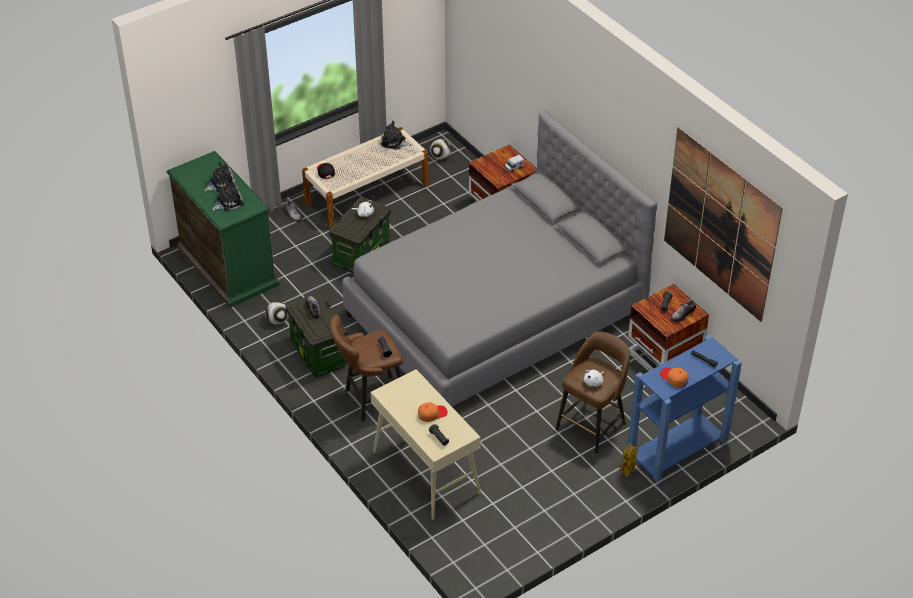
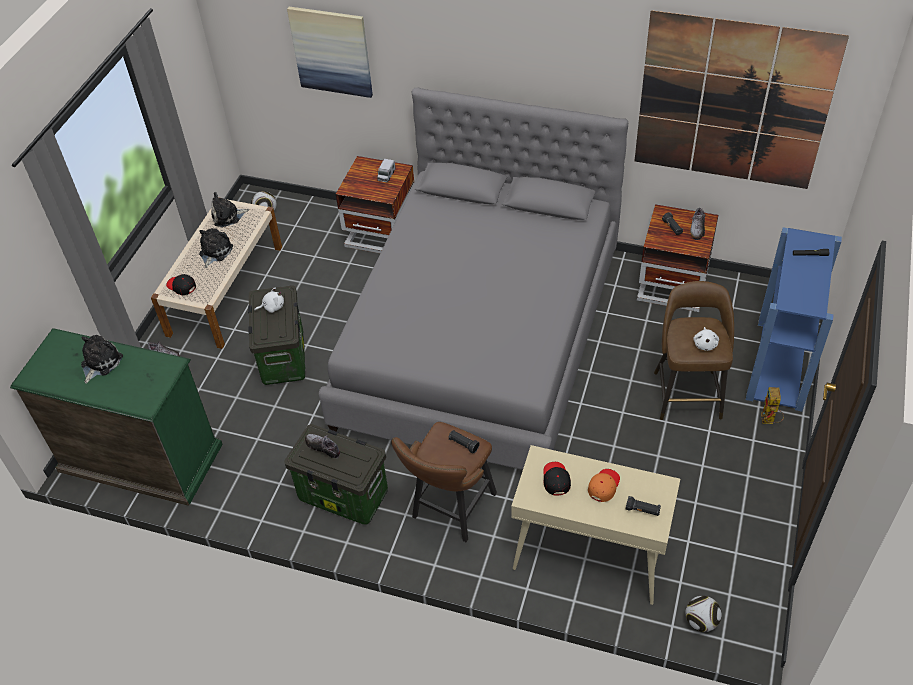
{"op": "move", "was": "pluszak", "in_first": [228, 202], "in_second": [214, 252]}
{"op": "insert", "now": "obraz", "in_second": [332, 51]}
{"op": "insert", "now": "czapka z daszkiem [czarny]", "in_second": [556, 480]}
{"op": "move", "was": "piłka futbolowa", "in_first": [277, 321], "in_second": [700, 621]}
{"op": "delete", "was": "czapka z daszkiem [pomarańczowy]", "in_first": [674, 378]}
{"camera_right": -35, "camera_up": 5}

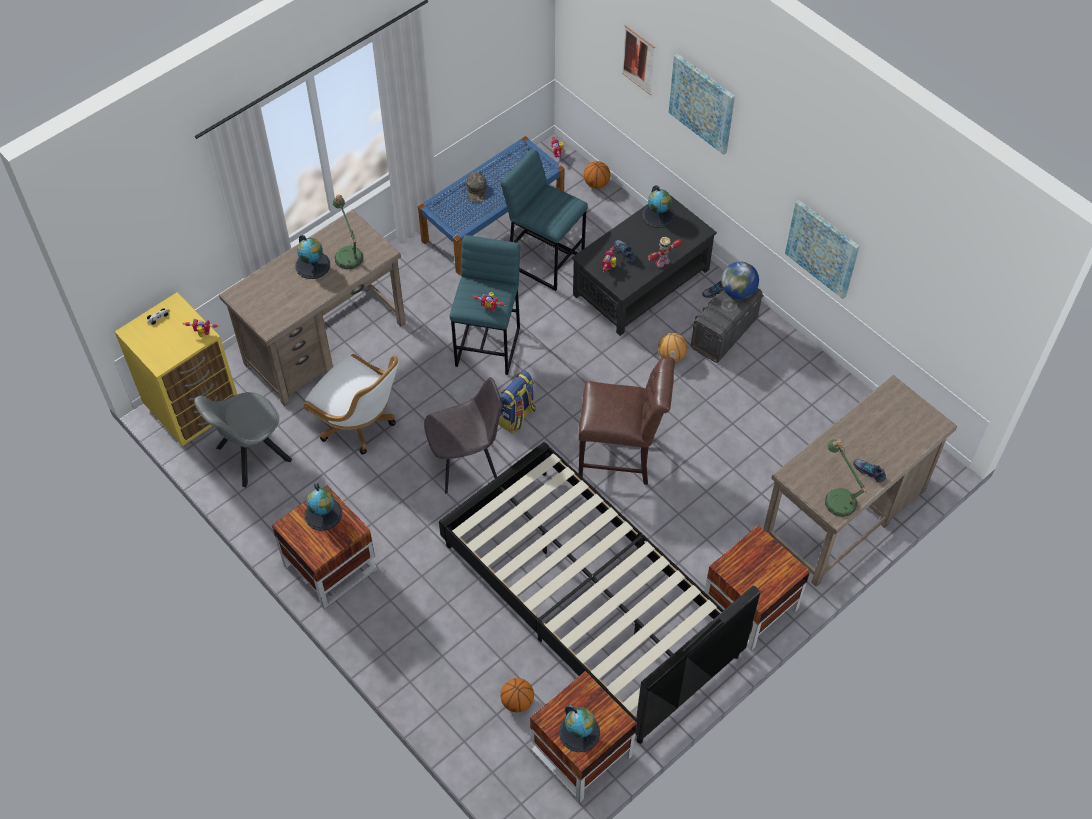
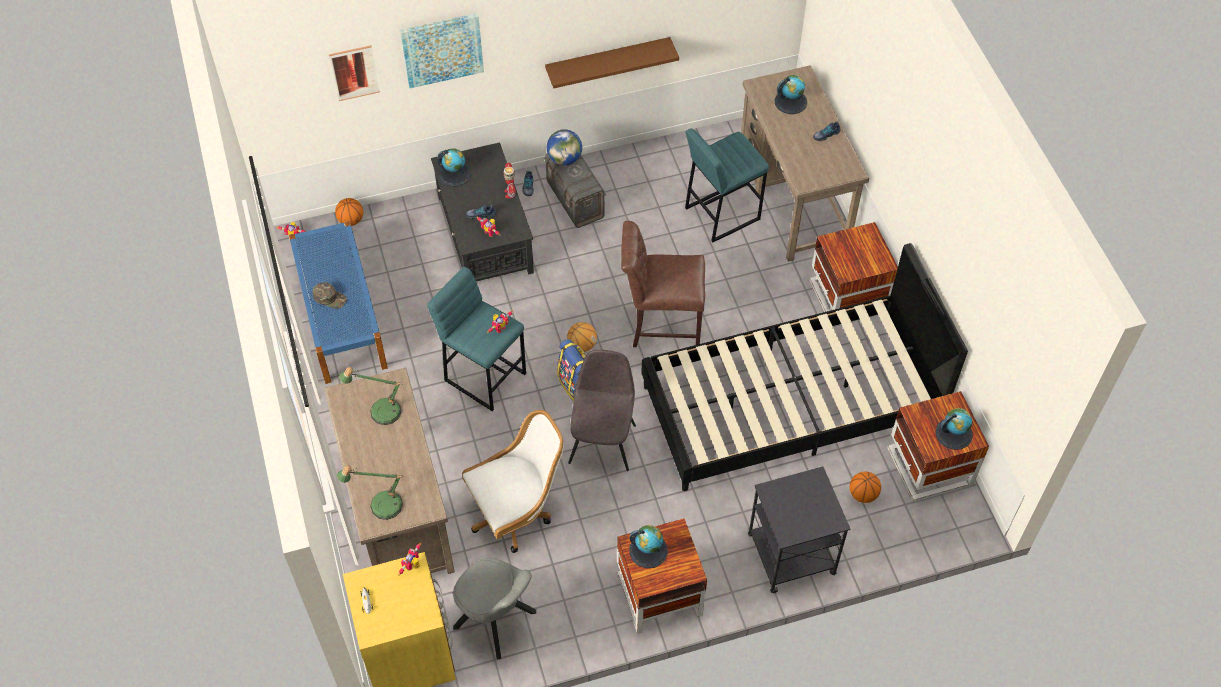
{"op": "move", "was": "lampa stołowa", "in_first": [838, 497], "in_second": [380, 504]}
{"op": "rotate", "was": "krzesło [szary]", "in_first": [251, 455], "in_second": [496, 621], "clockwise": -45}
{"op": "replace", "was": "obraz", "now": "półka [brązowy]", "in_first": [822, 248], "in_second": [608, 60]}
{"op": "move", "was": "piłka do koszykówki", "in_first": [671, 355], "in_second": [582, 345]}
{"op": "rotate", "was": "krzesło [brązowy]", "in_first": [621, 457], "in_second": [661, 324], "clockwise": -120}
{"op": "move", "was": "stołek [turkusowy]", "in_first": [544, 260], "in_second": [720, 214]}
{"op": "insert", "now": "wózek [czarny]", "in_second": [790, 554]}
{"op": "move", "was": "globus", "in_first": [313, 265], "in_second": [790, 101]}
{"camera_right": -65, "camera_up": 0}

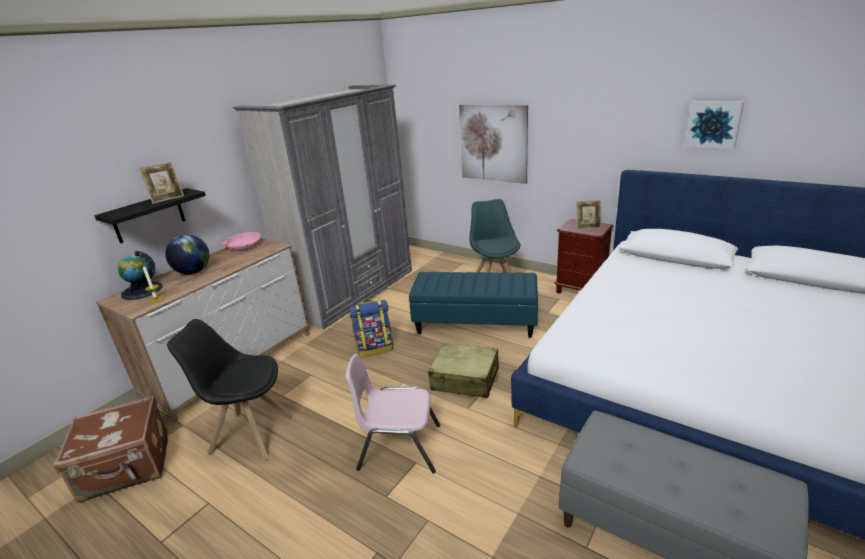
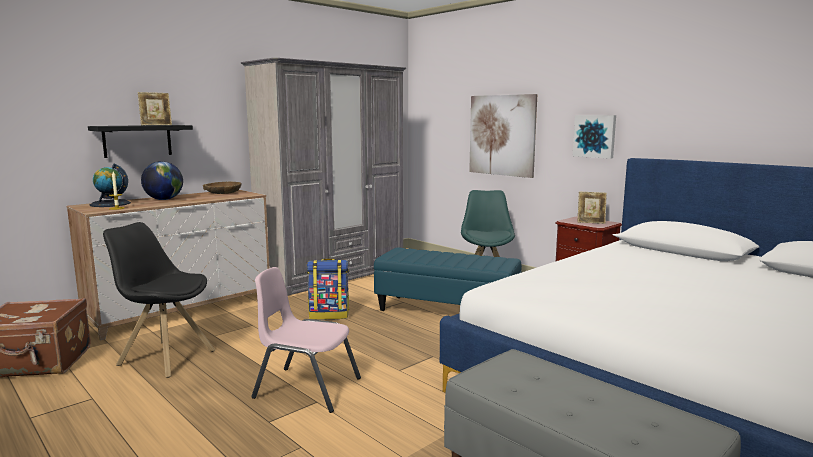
{"op": "recolor", "was": "miska [różowy]", "now": "miska [brązowy]", "in_first": [244, 247], "in_second": [223, 192]}
{"op": "move", "was": "obraz", "in_first": [713, 124], "in_second": [595, 136]}
{"op": "delete", "was": "walizka [beżowy]", "in_first": [465, 379]}
{"camera_right": 10, "camera_up": -15}

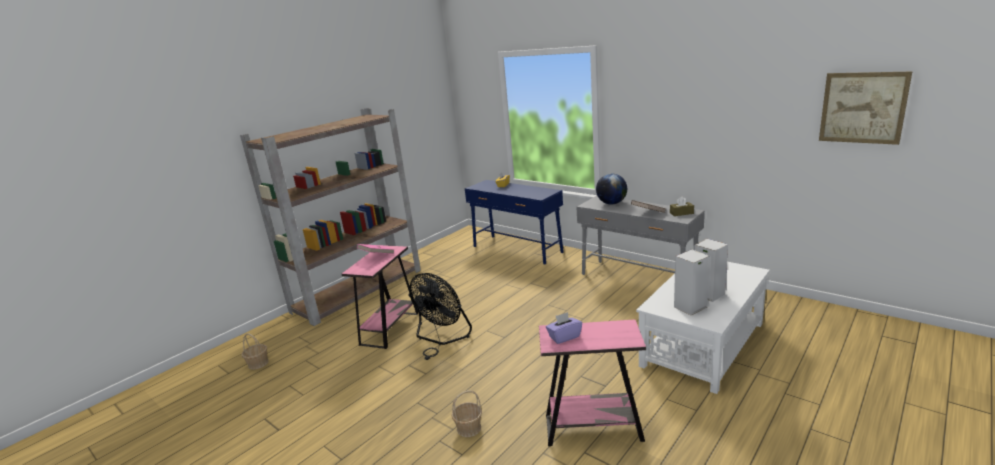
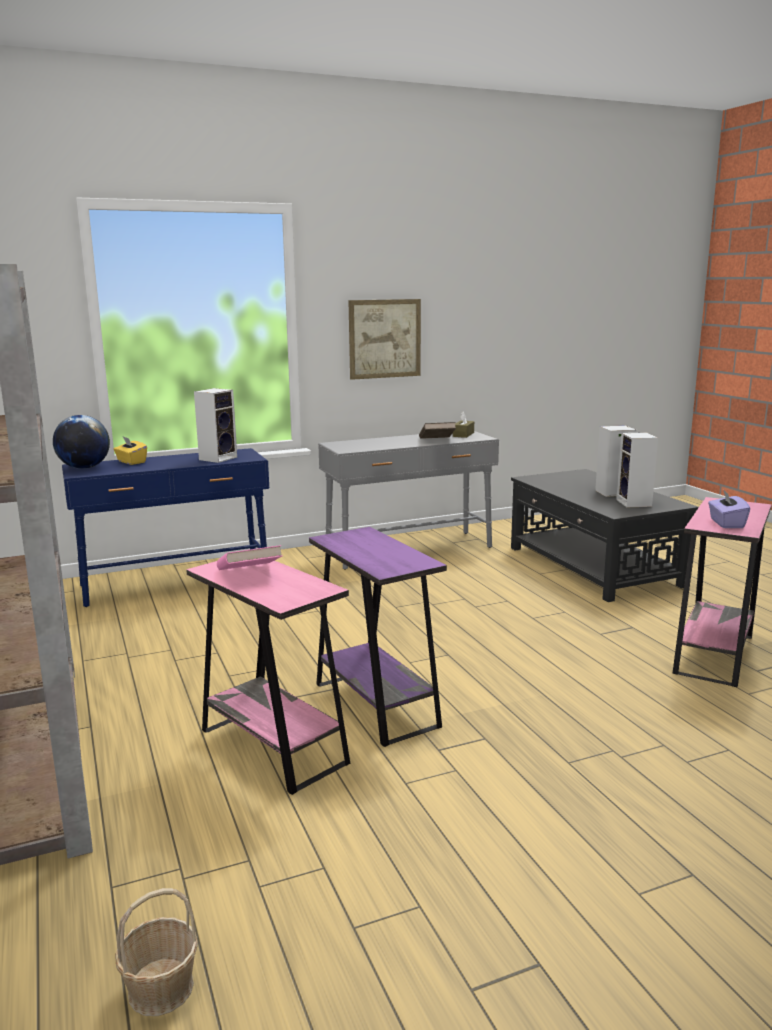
{"op": "move", "was": "globus", "in_first": [611, 203], "in_second": [84, 468]}
{"op": "insert", "now": "głośnik", "in_second": [218, 458]}
{"op": "replace", "was": "wentylator [czarny]", "now": "stolik [fioletowy]", "in_first": [437, 337], "in_second": [376, 705]}
{"op": "move", "was": "obraz", "in_first": [862, 108], "in_second": [384, 338]}
{"op": "recolor", "was": "ława [biały]", "now": "ława [czarny]", "in_first": [702, 344], "in_second": [593, 566]}
{"op": "delete", "was": "koszyk", "in_first": [468, 428]}
{"camera_right": -65, "camera_up": -5}

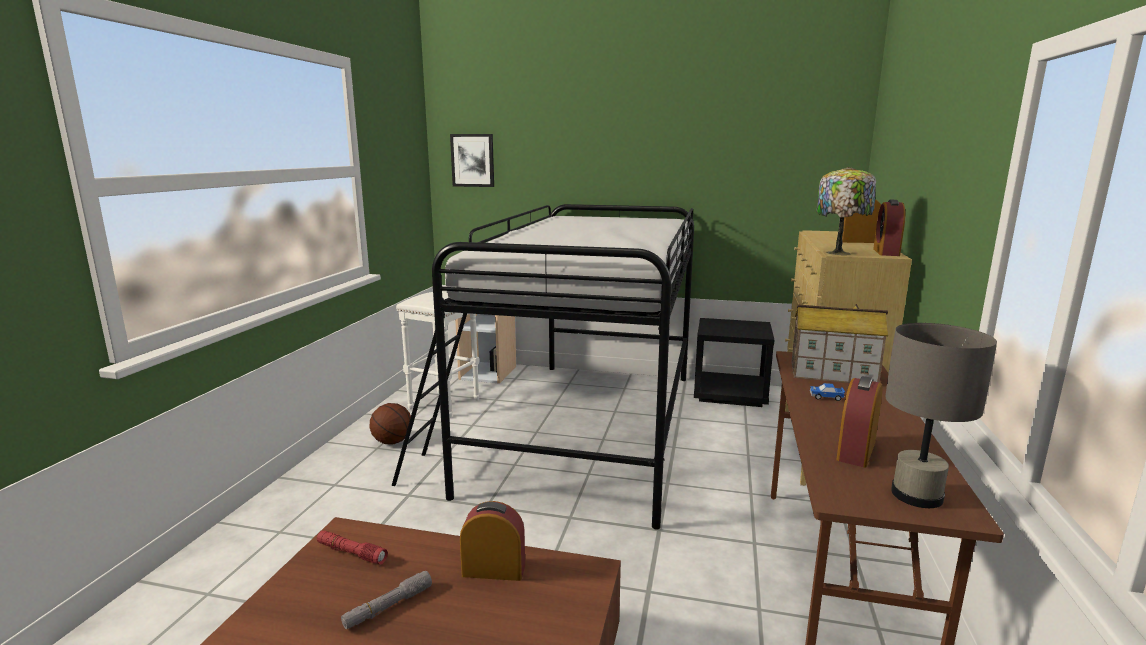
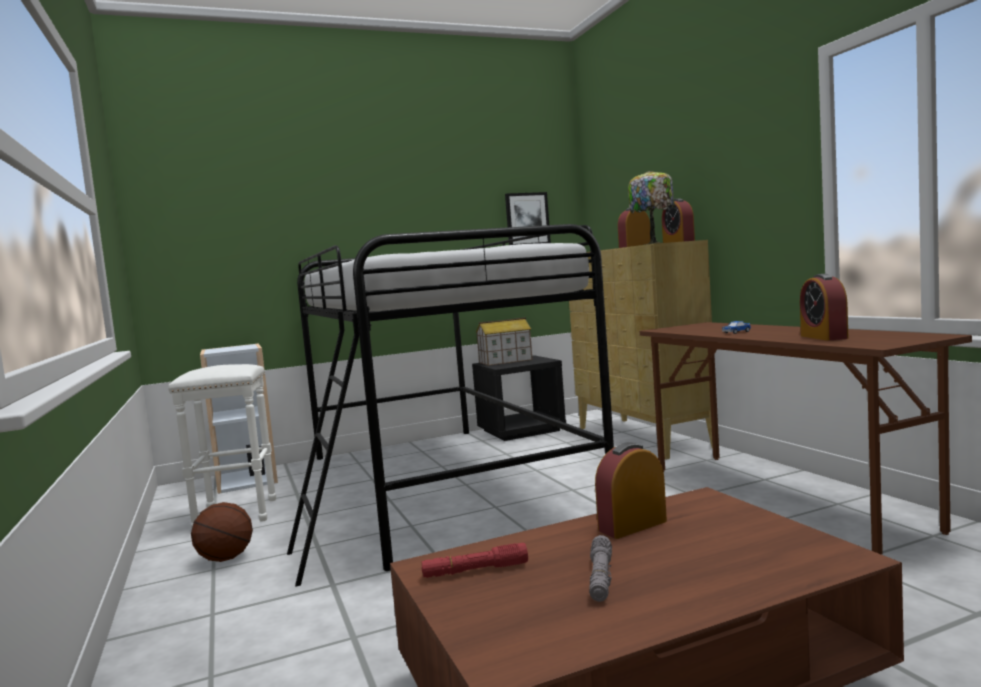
{"op": "move", "was": "domek", "in_first": [832, 374], "in_second": [505, 361]}
{"op": "move", "was": "obraz", "in_first": [473, 160], "in_second": [527, 219]}
{"op": "delete", "was": "lampa stołowa [szary]", "in_first": [917, 496]}
{"camera_right": -35, "camera_up": -10}

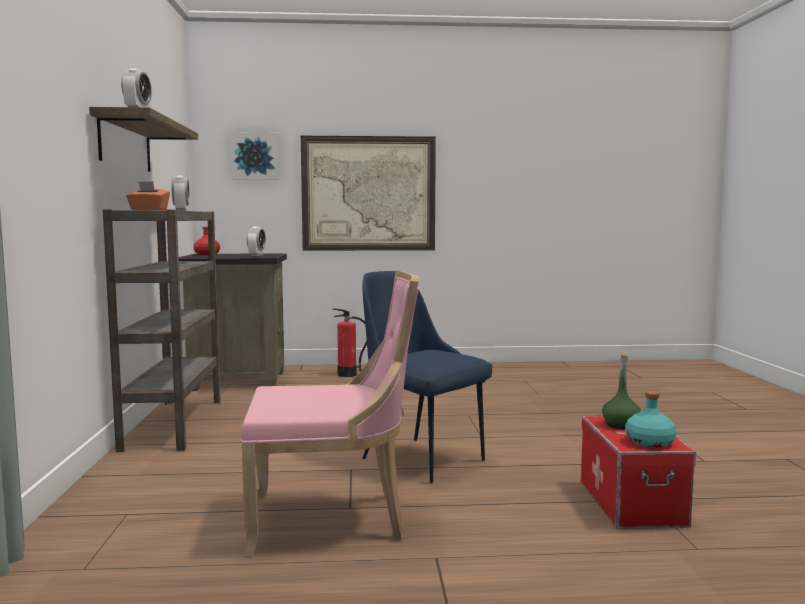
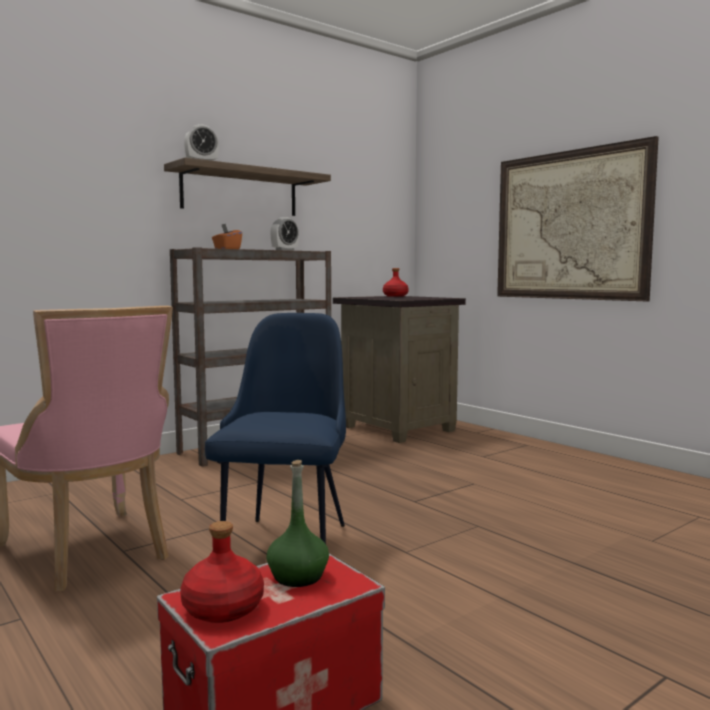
{"op": "recolor", "was": "butelka [turkusowy]", "now": "butelka [czerwony]", "in_first": [649, 442], "in_second": [222, 608]}
{"op": "delete", "was": "obraz", "in_first": [255, 156]}
{"op": "delete", "was": "budzik", "in_first": [256, 255]}
{"op": "delete", "was": "gaśnica", "in_first": [347, 375]}
{"camera_right": 55, "camera_up": 0}

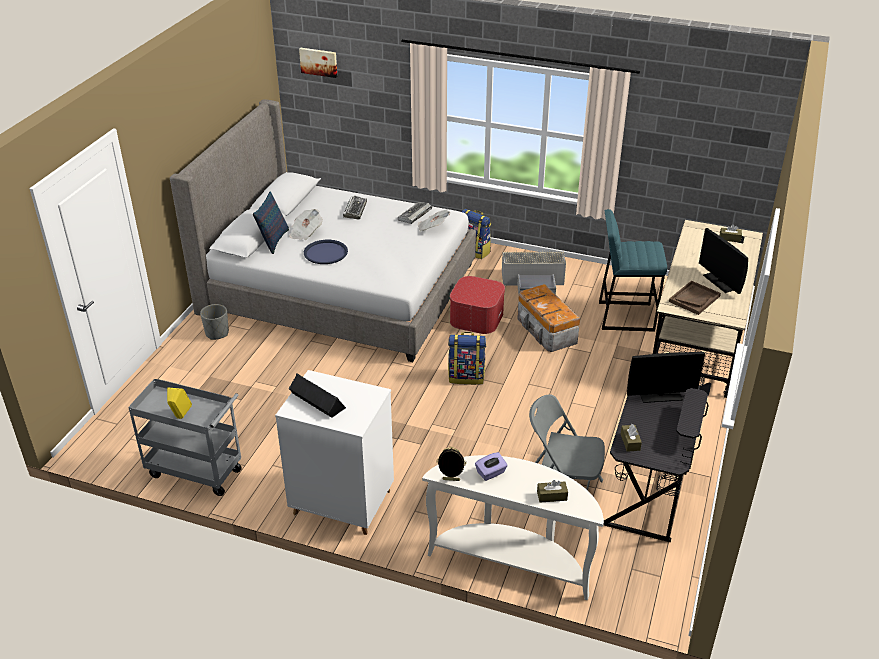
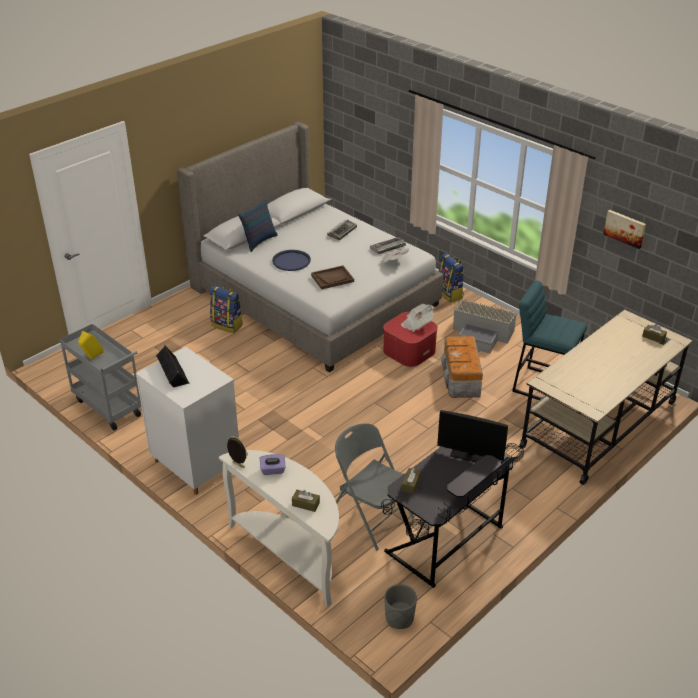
{"op": "move", "was": "plecak", "in_first": [466, 377], "in_second": [227, 325]}
{"op": "move", "was": "taca [brązowy]", "in_first": [694, 299], "in_second": [332, 278]}
{"op": "move", "was": "donica [szary]", "in_first": [217, 333], "in_second": [399, 618]}
{"op": "move", "was": "gazeta", "in_first": [305, 233], "in_second": [417, 324]}
{"op": "move", "was": "obraz", "in_first": [319, 62], "in_second": [625, 228]}
{"op": "delete", "was": "monitor", "in_first": [720, 282]}
{"camera_right": 25, "camera_up": 0}

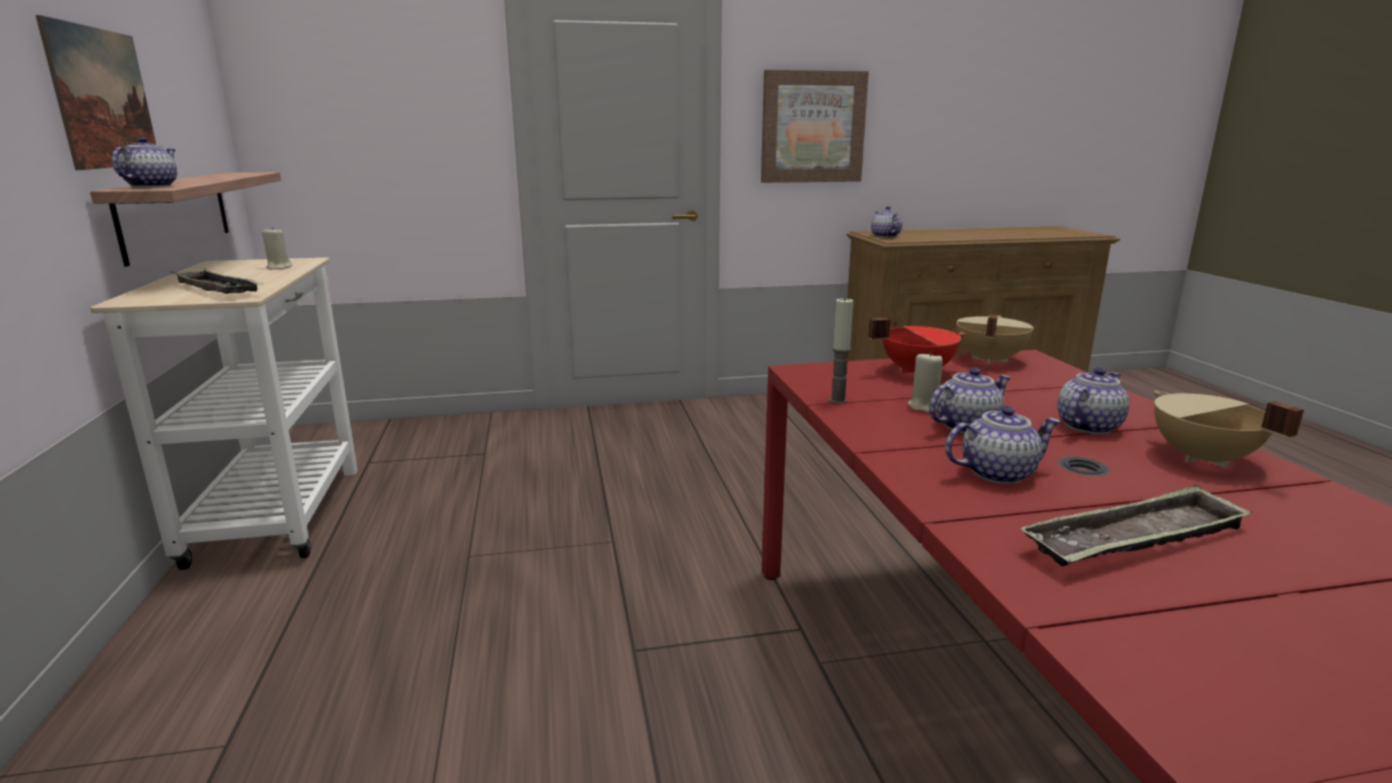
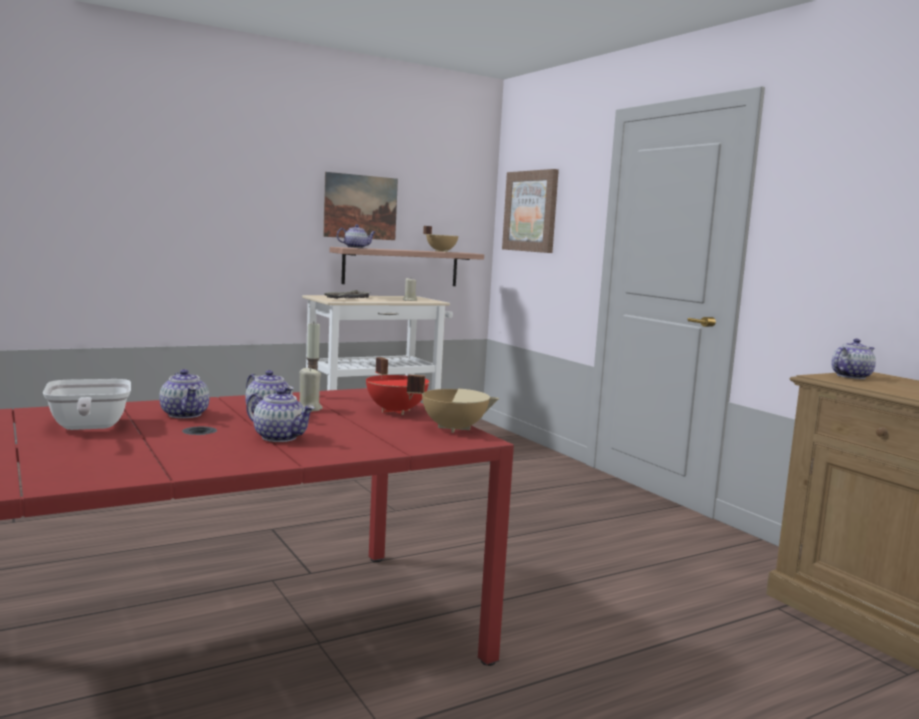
{"op": "replace", "was": "taca", "now": "patelnia", "in_first": [1135, 539], "in_second": [87, 428]}
{"op": "move", "was": "garnek [beżowy]", "in_first": [1201, 459], "in_second": [440, 251]}
{"op": "move", "was": "obraz", "in_first": [812, 127], "in_second": [531, 211]}
{"camera_right": 70, "camera_up": -10}

